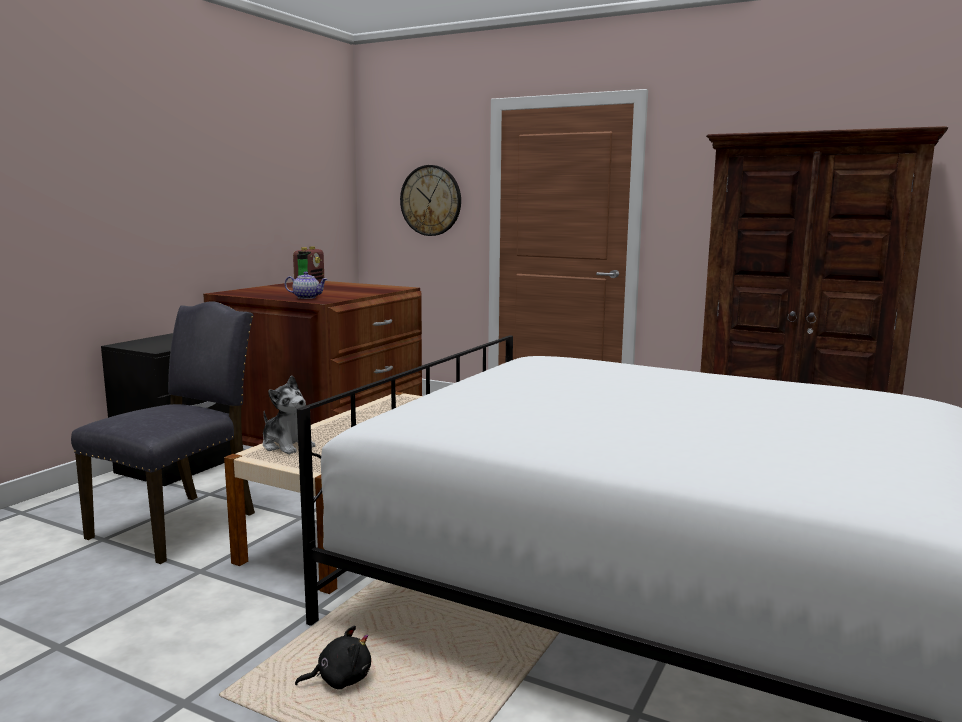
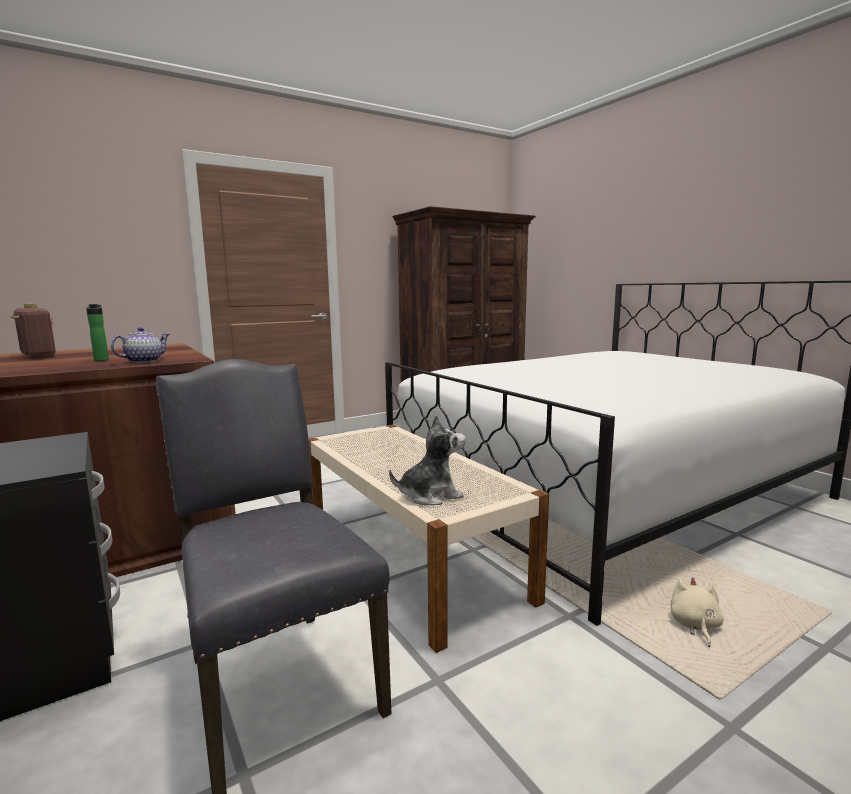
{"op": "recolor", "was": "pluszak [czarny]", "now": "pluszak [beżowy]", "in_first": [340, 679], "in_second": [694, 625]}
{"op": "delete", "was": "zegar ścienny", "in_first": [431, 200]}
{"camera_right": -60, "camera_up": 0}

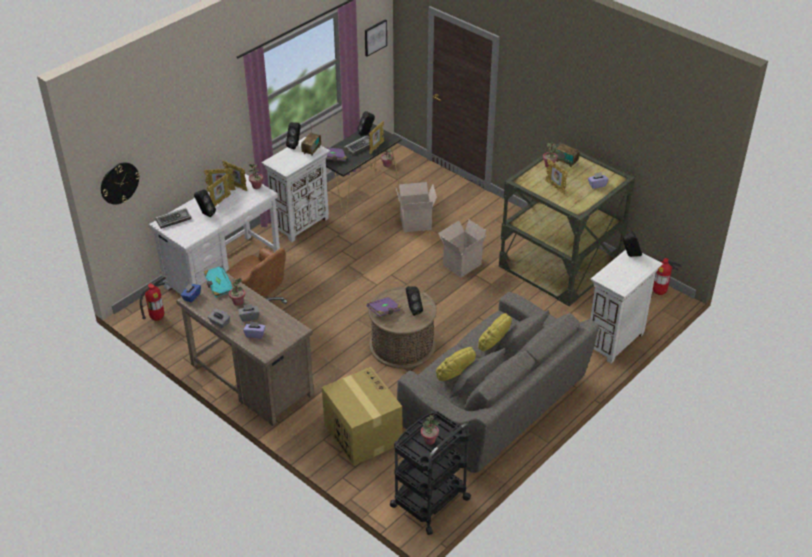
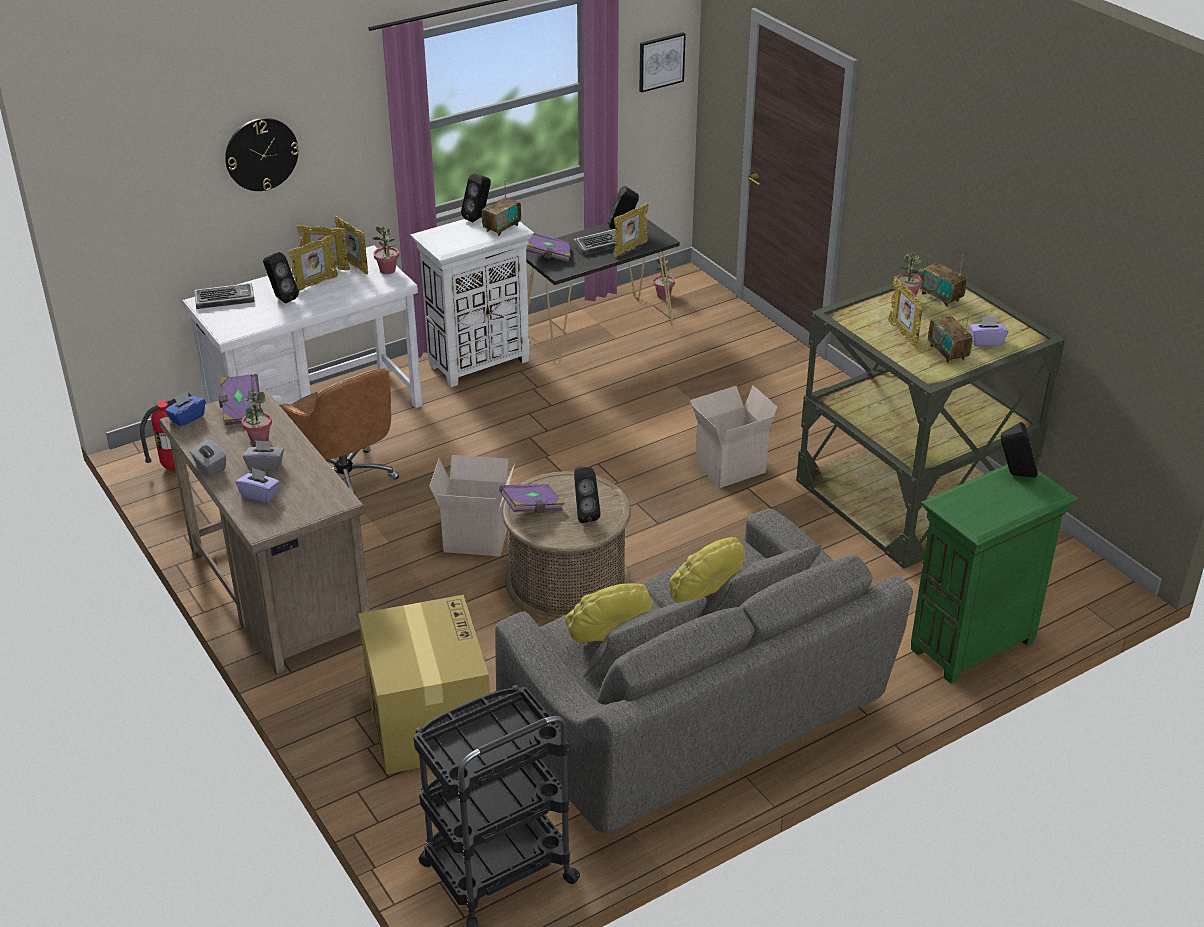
{"op": "recolor", "was": "książka [turkusowy]", "now": "książka [fioletowy]", "in_first": [218, 286], "in_second": [241, 409]}
{"op": "move", "was": "zegar ścienny", "in_first": [119, 183], "in_second": [261, 154]}
{"op": "move", "was": "karton", "in_first": [416, 222], "in_second": [477, 537]}
{"op": "recolor", "was": "szafka [biały]", "now": "szafka [zielony]", "in_first": [615, 342], "in_second": [972, 647]}
{"op": "insert", "now": "radio", "in_second": [948, 353]}
{"op": "delete", "was": "roślina doniczkowa", "in_first": [429, 440]}
{"op": "delete", "was": "gaśnica", "in_first": [659, 292]}
{"camera_right": 15, "camera_up": -5}

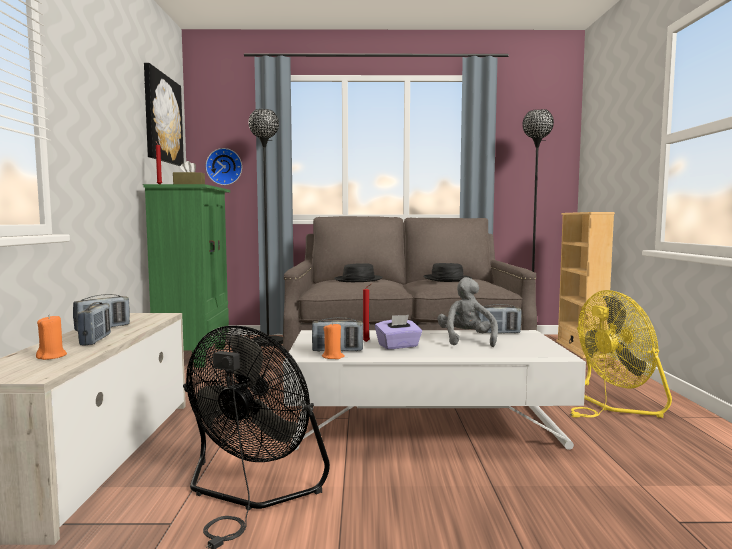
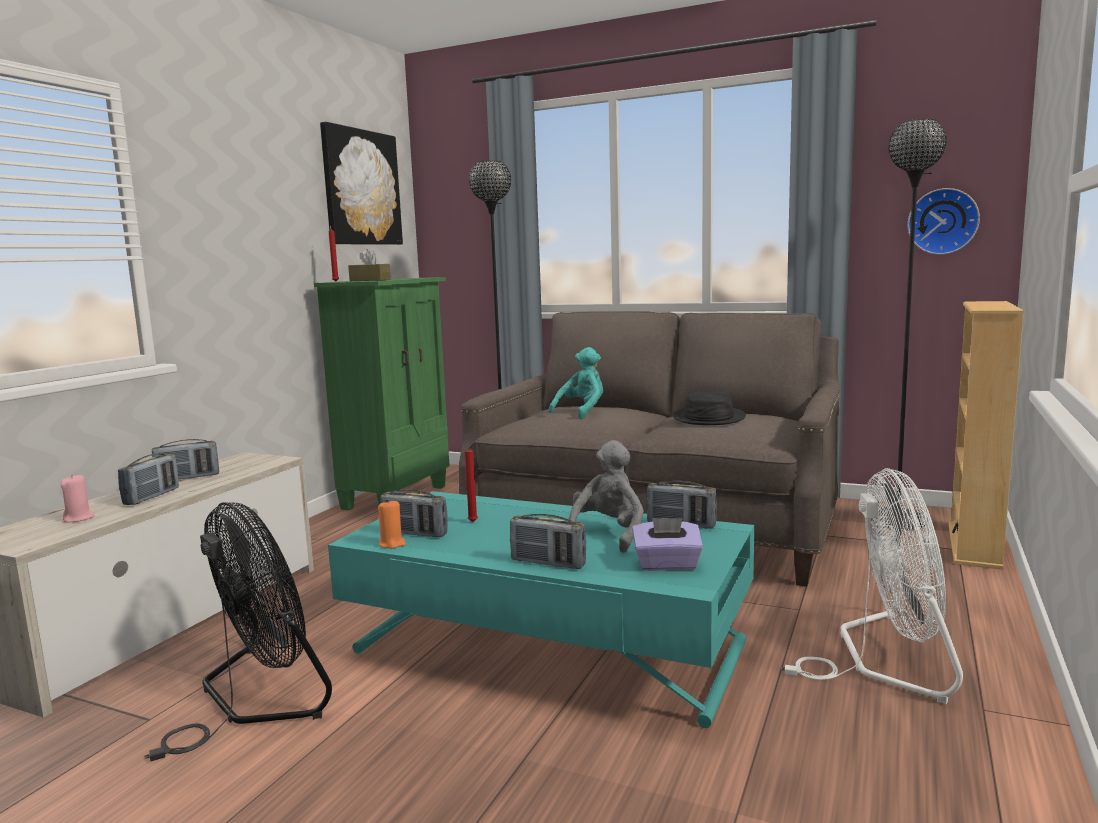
{"op": "recolor", "was": "świeca [pomarańczowy]", "now": "świeca [różowy]", "in_first": [52, 356], "in_second": [79, 518]}
{"op": "recolor", "was": "ława [biały]", "now": "ława [turkusowy]", "in_first": [426, 426], "in_second": [549, 649]}
{"op": "insert", "now": "radio", "in_second": [548, 563]}
{"op": "replace", "was": "kapelusz [czarny]", "now": "pluszak [turkusowy]", "in_first": [358, 280], "in_second": [582, 412]}
{"op": "move", "was": "pudełko chusteczek [fioletowy]", "in_first": [398, 346], "in_second": [667, 565]}
{"op": "recolor", "was": "wentylator [żółty]", "now": "wentylator [biały]", "in_first": [605, 402], "in_second": [878, 657]}
{"op": "move", "was": "zegar ścienny", "in_first": [224, 167], "in_second": [942, 221]}
{"camera_right": 25, "camera_up": 5}

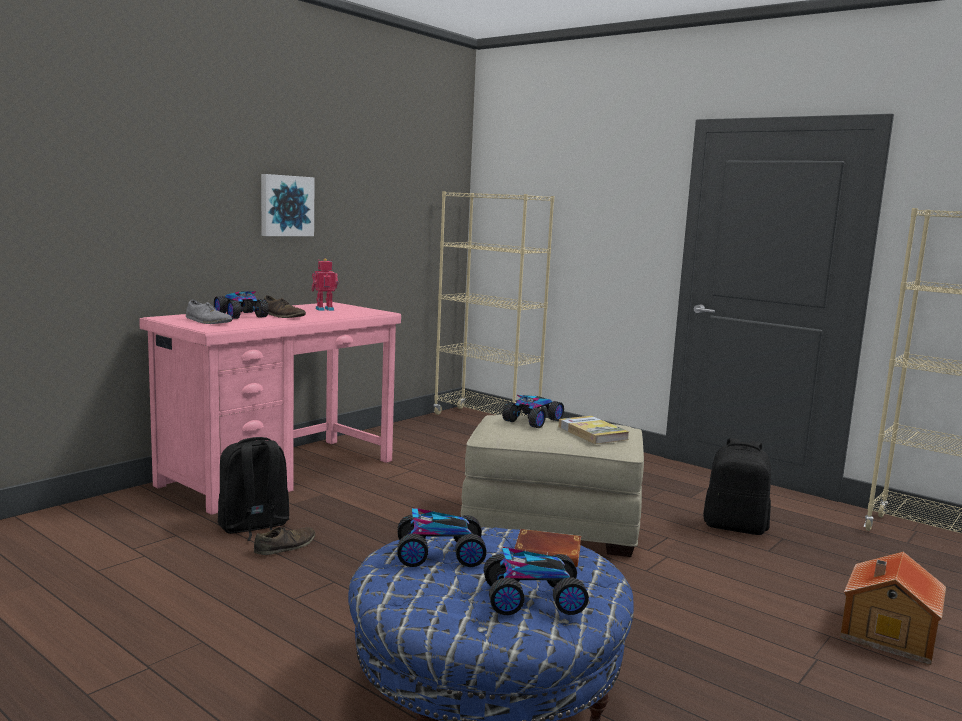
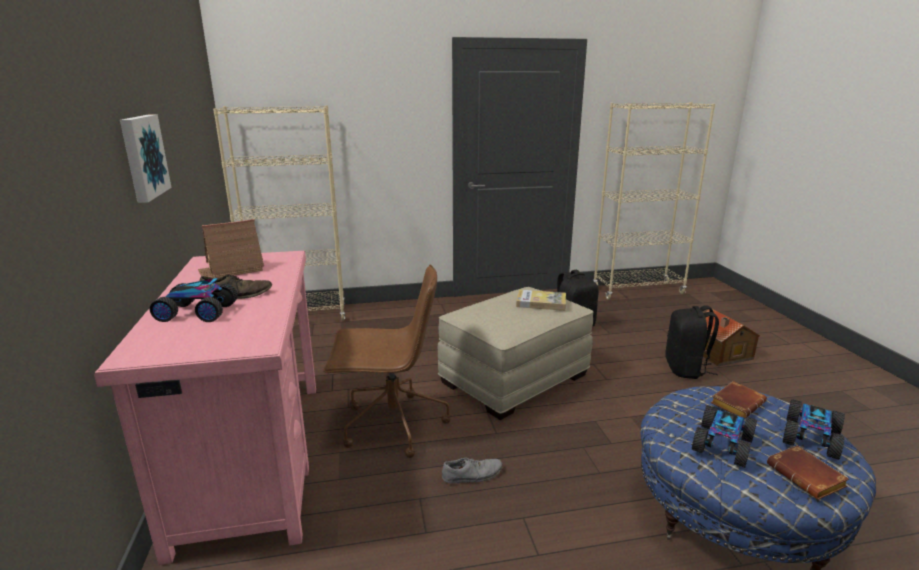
{"op": "replace", "was": "robot zabawkowy", "now": "domek", "in_first": [324, 309], "in_second": [232, 270]}
{"op": "insert", "now": "krzesło biurowe [brązowy]", "in_second": [389, 425]}
{"op": "move", "was": "but [szary]", "in_first": [208, 322], "in_second": [472, 475]}
{"op": "move", "was": "plecak [czarny]", "in_first": [253, 527], "in_second": [686, 369]}
{"op": "insert", "now": "książka [brązowy]", "in_second": [807, 477]}
{"op": "delete", "was": "but [brązowy]", "in_first": [285, 546]}
{"op": "delete", "was": "samochodzik", "in_first": [533, 421]}
{"camera_right": -50, "camera_up": 10}

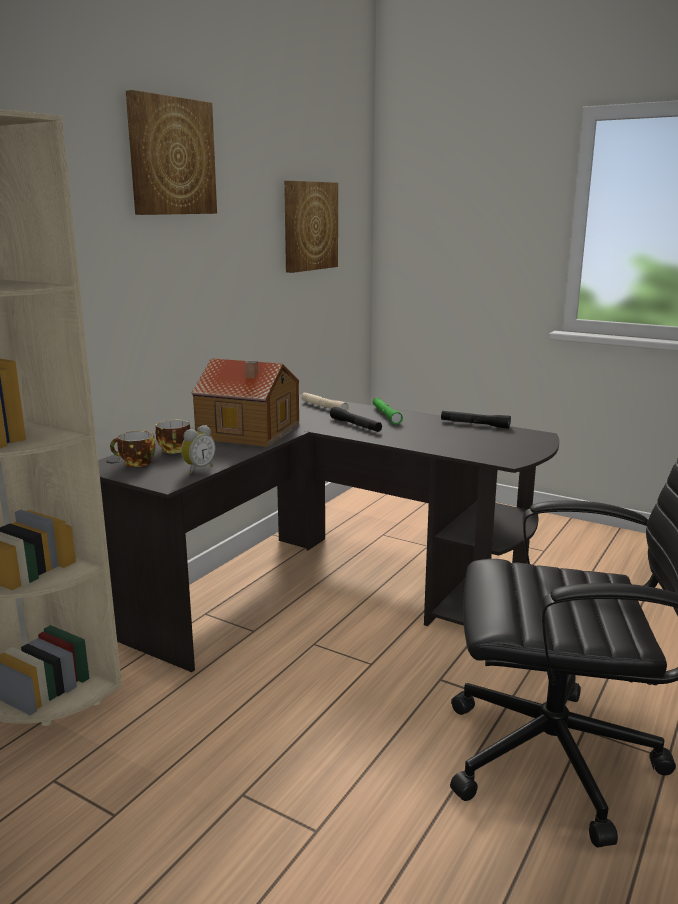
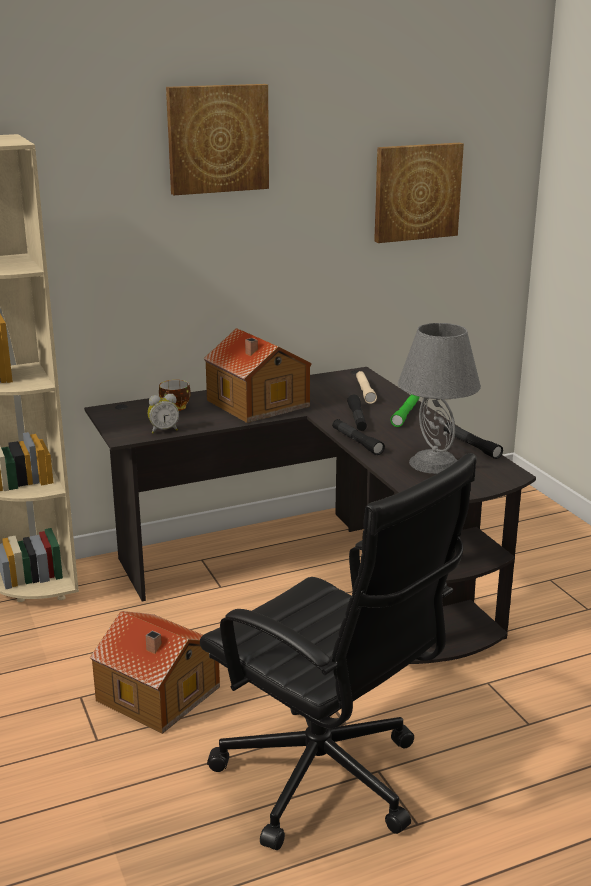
{"op": "insert", "now": "domek", "in_second": [158, 695]}
{"op": "insert", "now": "latarka [czarny]", "in_second": [356, 442]}
{"op": "insert", "now": "lampa stołowa [szary]", "in_second": [433, 463]}
{"op": "delete", "was": "filiżanka", "in_first": [135, 463]}
{"camera_right": 35, "camera_up": 5}

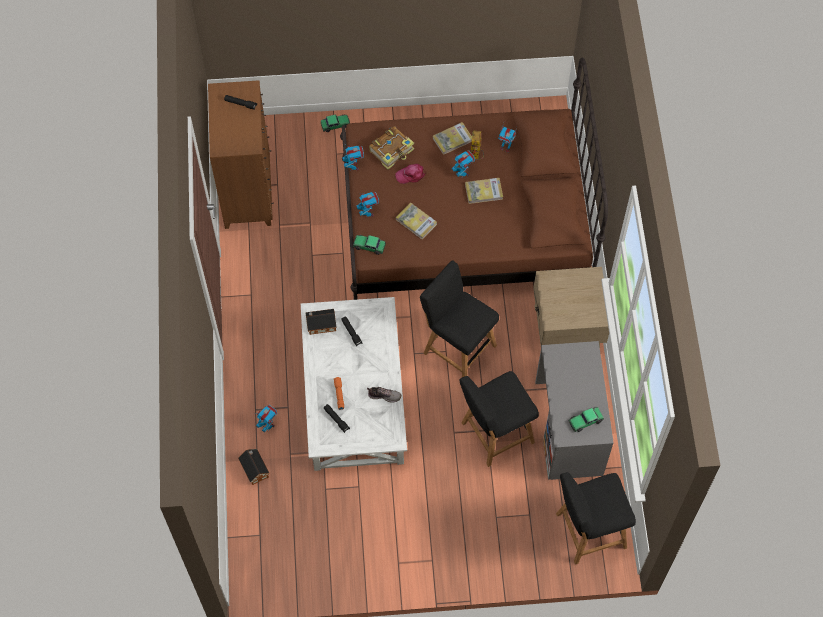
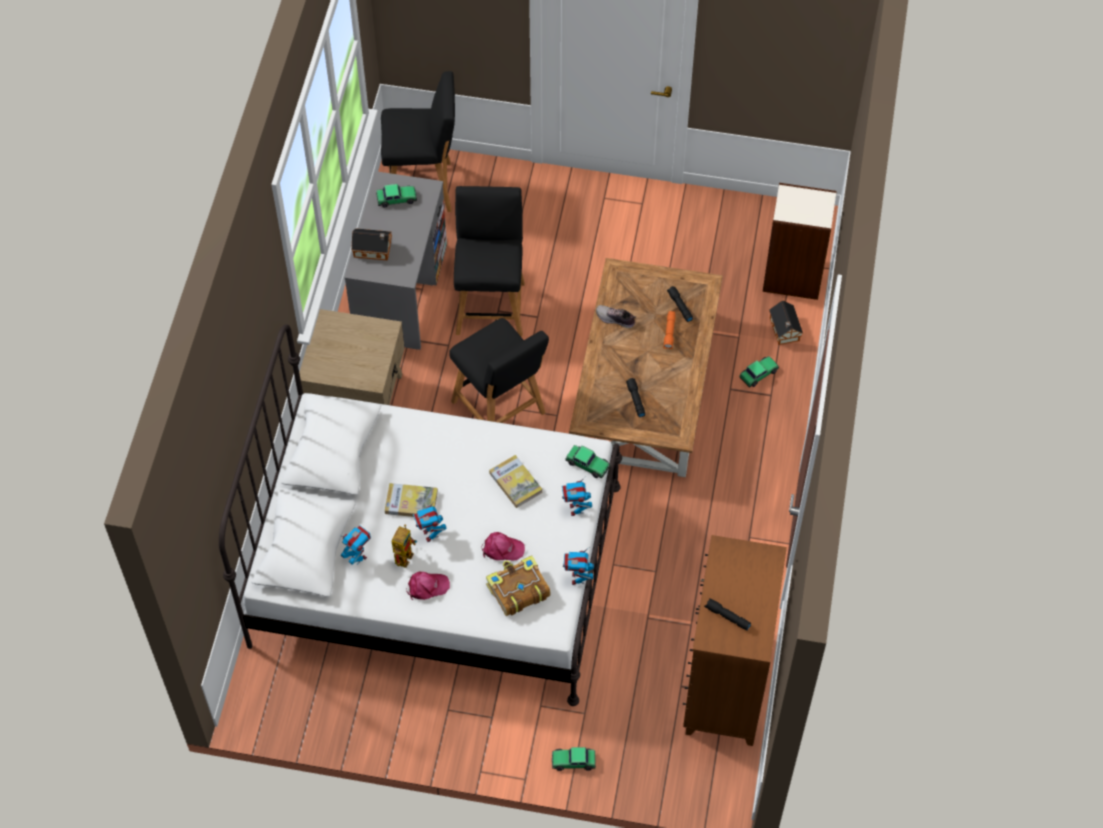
{"op": "recolor", "was": "łóżko [brązowy]", "now": "łóżko [biały]", "in_first": [465, 224], "in_second": [435, 565]}
{"op": "move", "was": "domek", "in_first": [320, 324], "in_second": [374, 250]}
{"op": "replace", "was": "książka", "now": "czapka z daszkiem [różowy]", "in_first": [452, 139], "in_second": [427, 587]}
{"op": "rotate", "was": "krzesło [czarny]", "in_first": [494, 434], "in_second": [490, 304], "clockwise": -75}
{"op": "recolor", "was": "ława [biały]", "now": "ława [brązowy]", "in_first": [353, 393], "in_second": [646, 386]}
{"op": "replace", "was": "robot zabawkowy", "now": "samochodzik", "in_first": [268, 425], "in_second": [759, 373]}
{"op": "insert", "now": "regał", "in_second": [794, 276]}
{"camera_right": -165, "camera_up": -5}

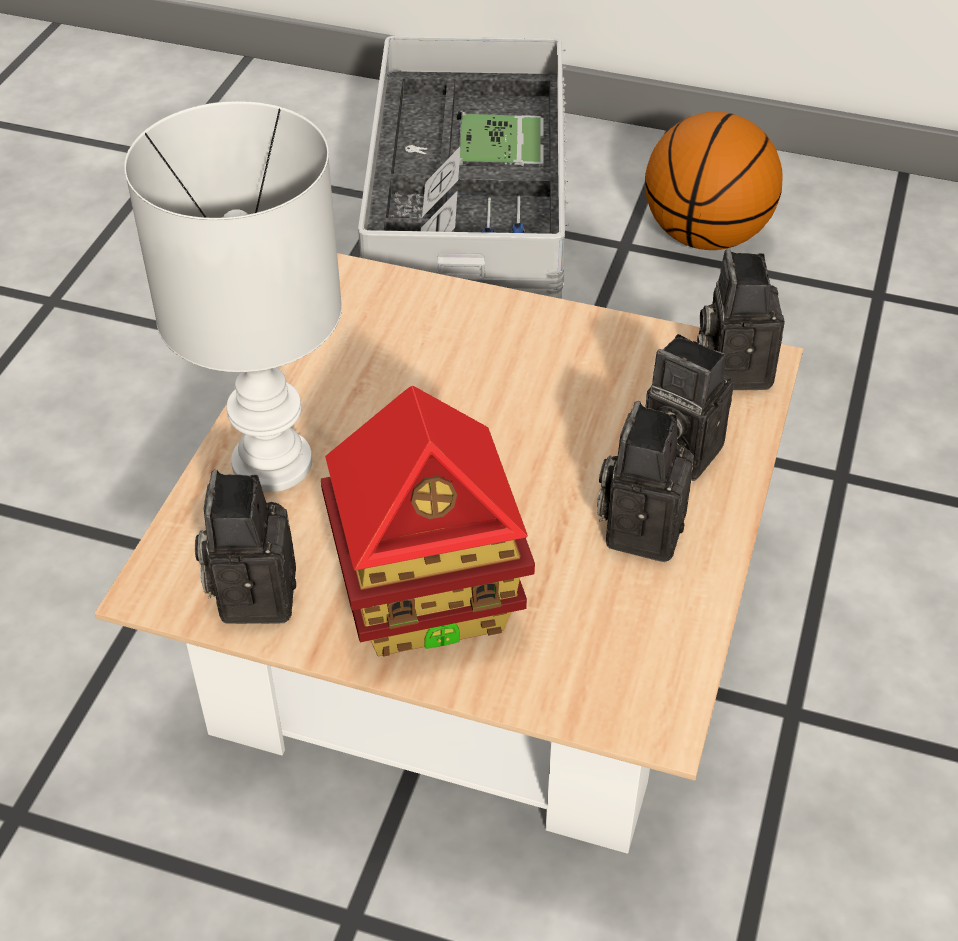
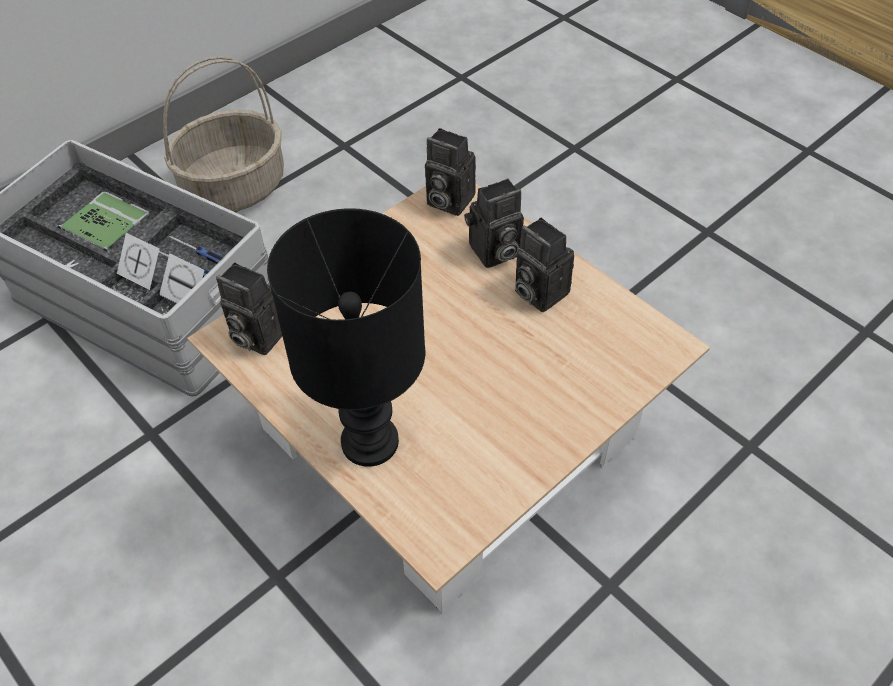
{"op": "replace", "was": "piłka do koszykówki", "now": "koszyk", "in_first": [706, 236], "in_second": [235, 186]}
{"op": "move", "was": "aparat fotograficzny", "in_first": [252, 592], "in_second": [255, 335]}
{"op": "recolor", "was": "lampa stołowa [biały]", "now": "lampa stołowa [czarny]", "in_first": [274, 465], "in_second": [372, 441]}
{"op": "delete", "was": "domek", "in_first": [428, 599]}
{"camera_right": -60, "camera_up": 5}

